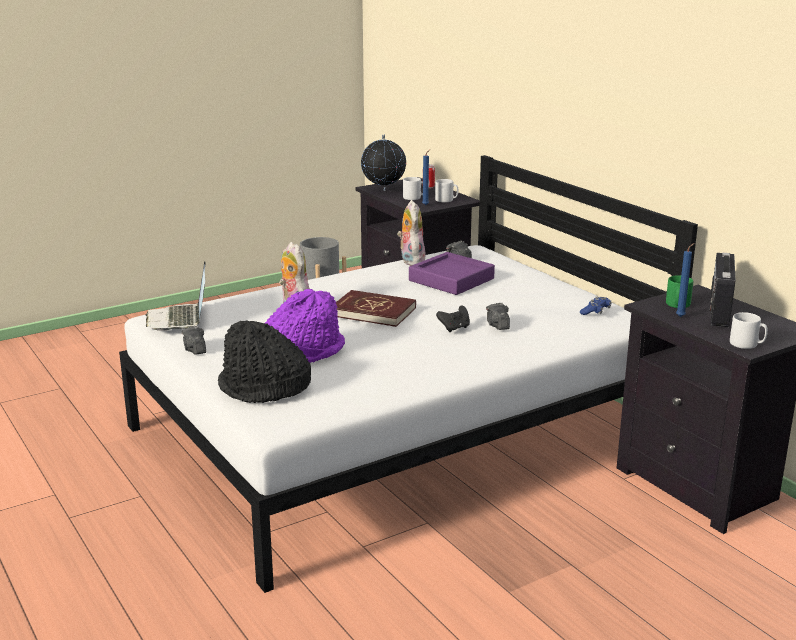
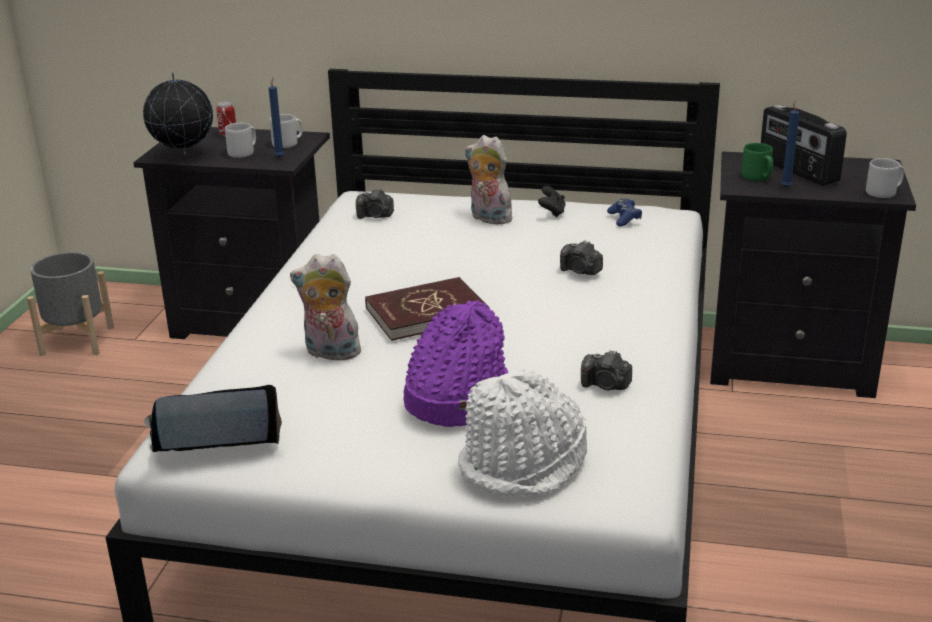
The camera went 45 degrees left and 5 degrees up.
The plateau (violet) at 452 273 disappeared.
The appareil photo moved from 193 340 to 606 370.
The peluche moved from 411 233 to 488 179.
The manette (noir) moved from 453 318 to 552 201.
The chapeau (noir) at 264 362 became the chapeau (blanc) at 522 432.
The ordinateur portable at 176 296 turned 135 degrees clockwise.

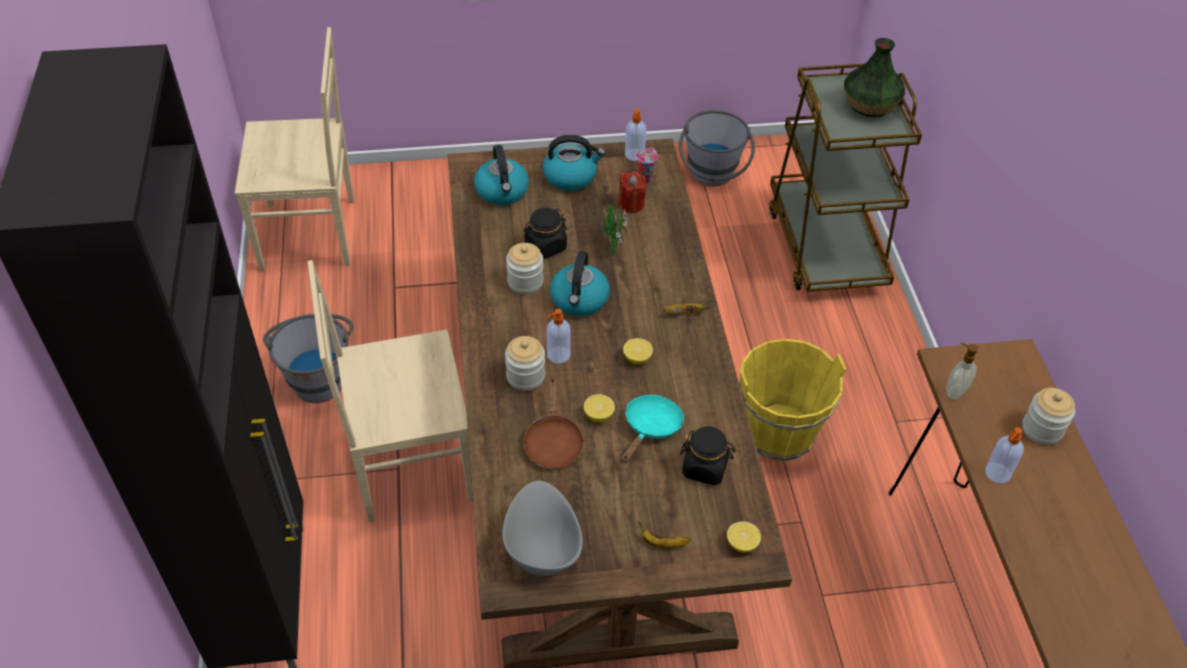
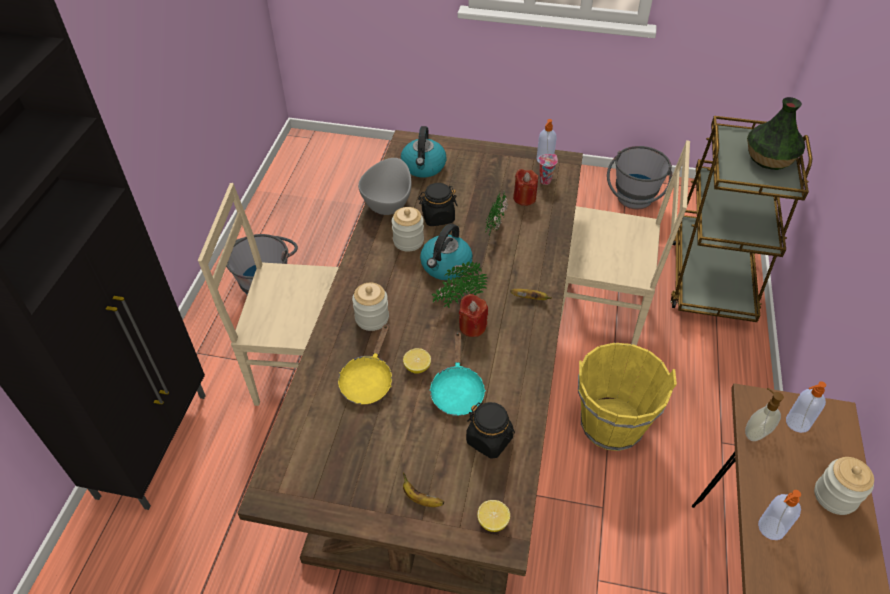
The camera went 20 degrees right and 0 degrees up.
The bouilloire at 574 163 disappeared.
The plante en pot at 460 284 appeared.
The chaise (beige) moved from 294 149 to 624 243.
The bol (gris) moved from 542 528 to 385 186.
The distributeur de savon moved from 558 336 to 806 407.
The citron at 638 351 was replaced by the bougie (rouge) at 473 315.
The poêle (marron) at 553 423 became the poêle (jaune) at 365 363.
The poêle (turquoise) at 652 429 turned 135 degrees clockwise.

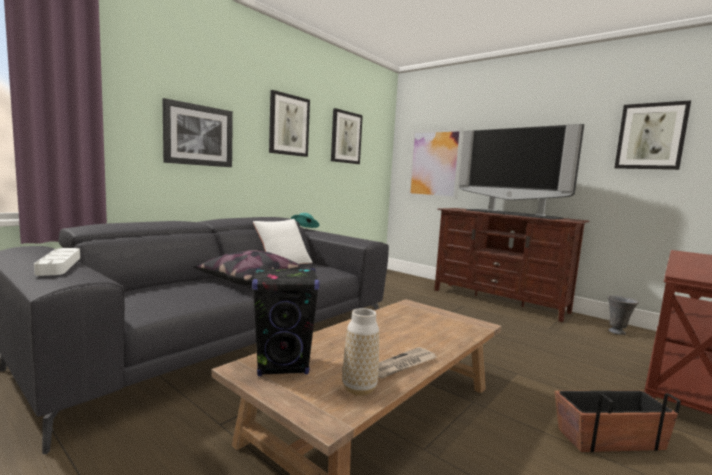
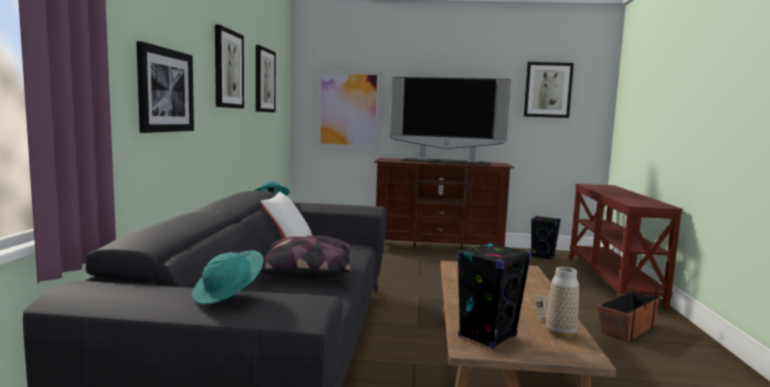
The camera went 35 degrees left and 0 degrees up.
The plateau (blanc) at 57 262 was replaced by the chapeau (turquoise) at 228 277.
The vase (gris) at 623 315 was replaced by the enceinte (noir) at 546 238.

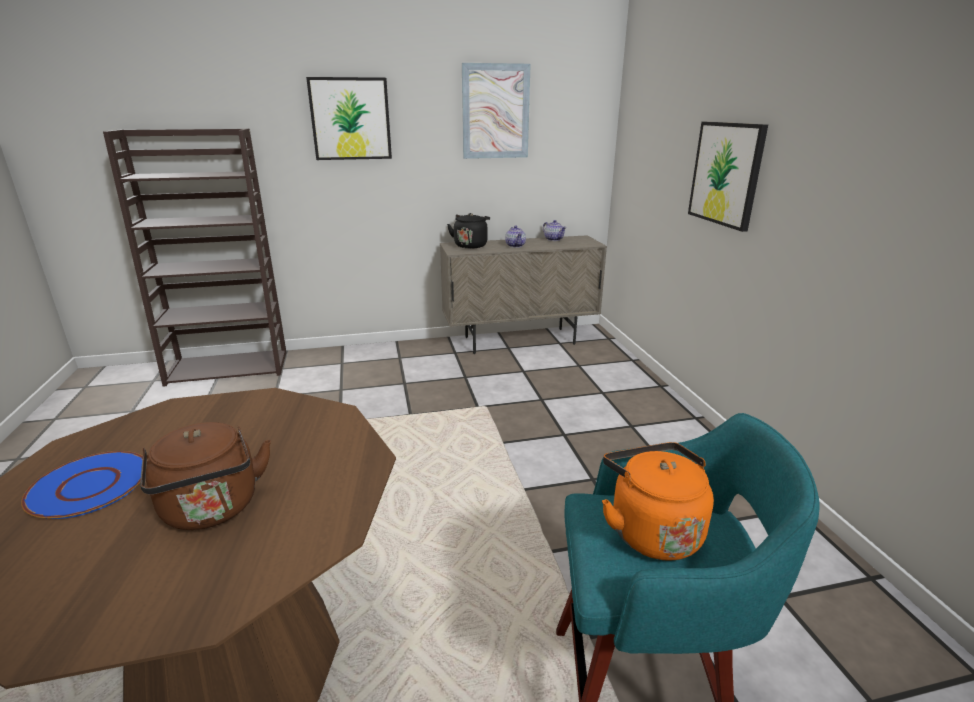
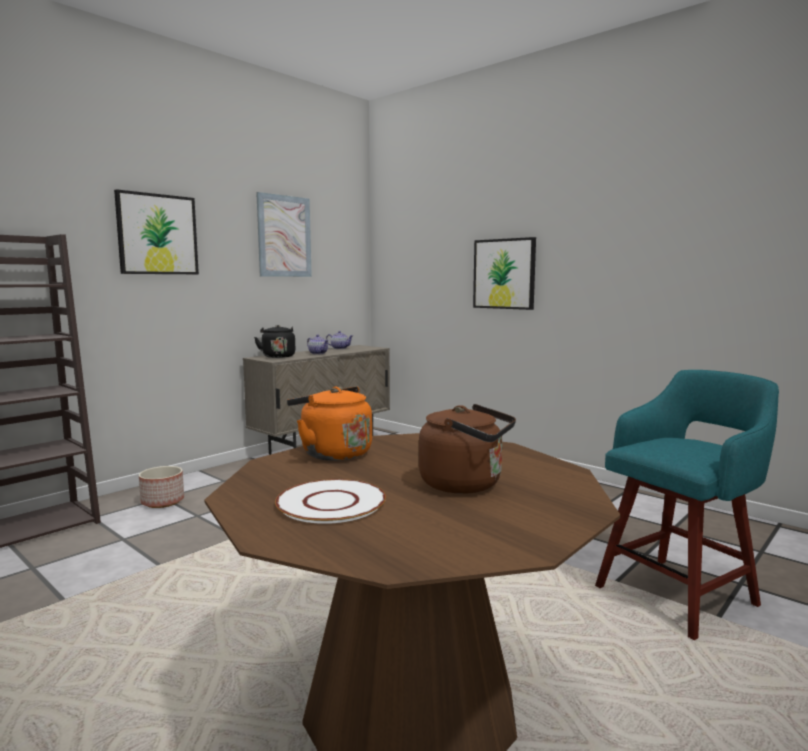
The camera went 35 degrees left and 15 degrees down.
The cache-pot at 161 487 appeared.
The bouilloire (orange) moved from 658 501 to 329 424.
The assiette (bleu) at 82 485 became the assiette (blanc) at 330 501.

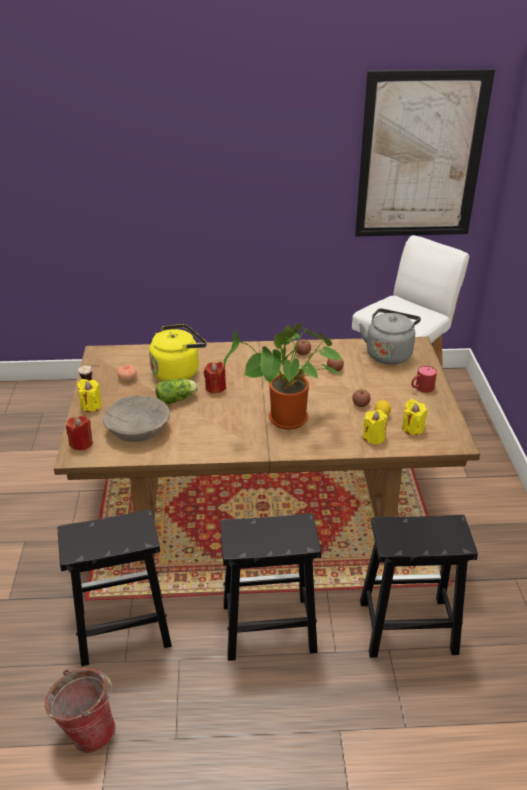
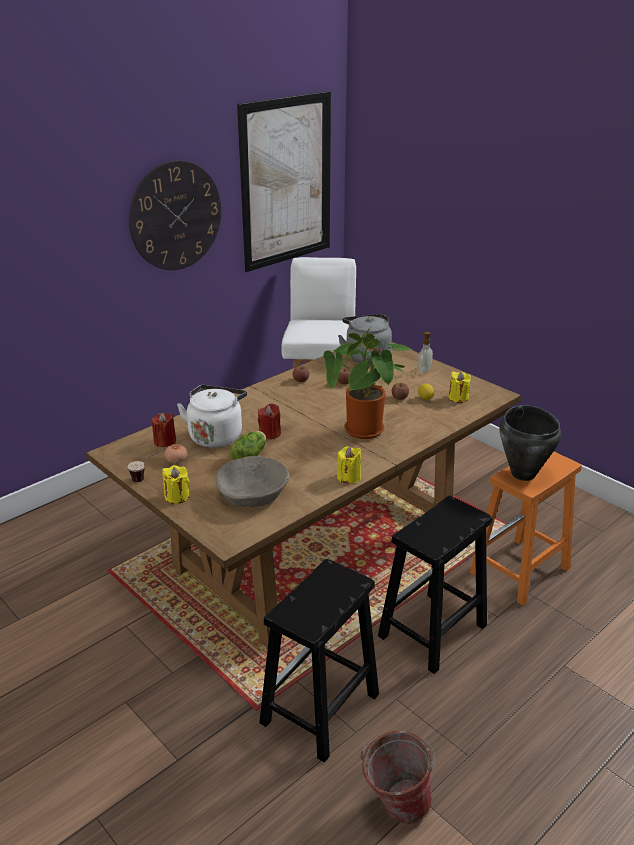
The camera went 40 degrees left and 5 degrees down.
The horloge murale at 175 215 appeared.
The marmite (noir) at 530 443 appeared.
The bougie (rouge) moved from 79 432 to 164 430.
The bougie (jaune) moved from 374 427 to 349 464.
The mug (rouge) at 424 379 was replaced by the distributeur de savon at 425 352.
The bouilloire (jaune) at 178 352 became the bouilloire (blanc) at 212 416.
The tabouret (noir) at 419 586 became the tabouret (orange) at 526 529.

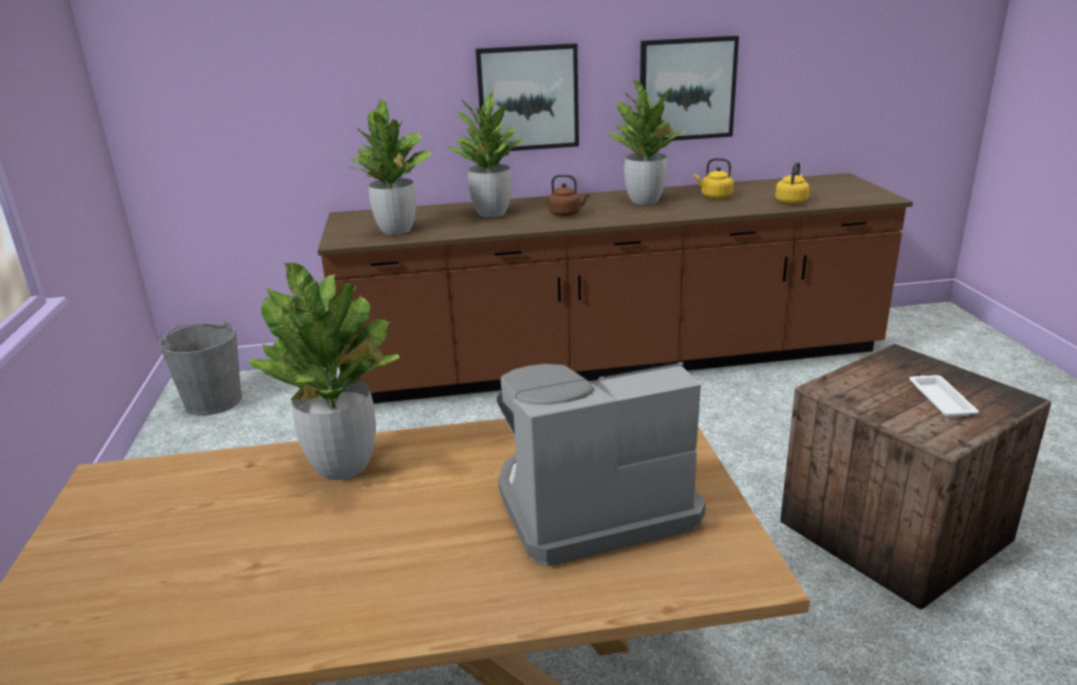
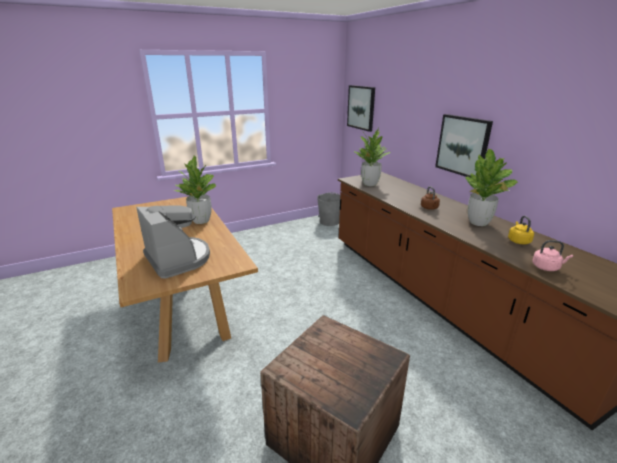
The camera went 70 degrees right and 0 degrees up.
The plante en pot at 485 153 disappeared.
The plateau (blanc) at 944 396 disappeared.
The tableau moved from 689 88 to 361 108.
The bouilloire (jaune) at 792 183 became the bouilloire (rose) at 552 255.

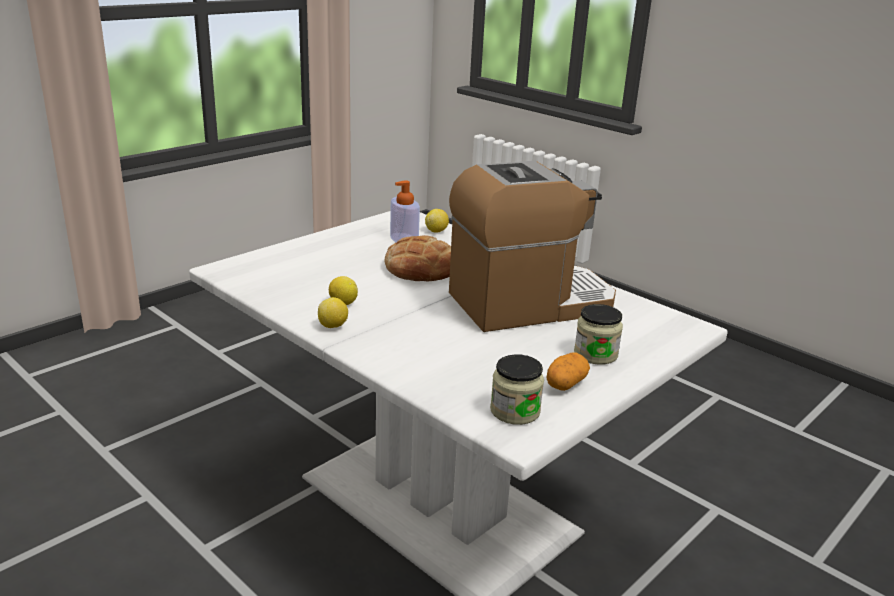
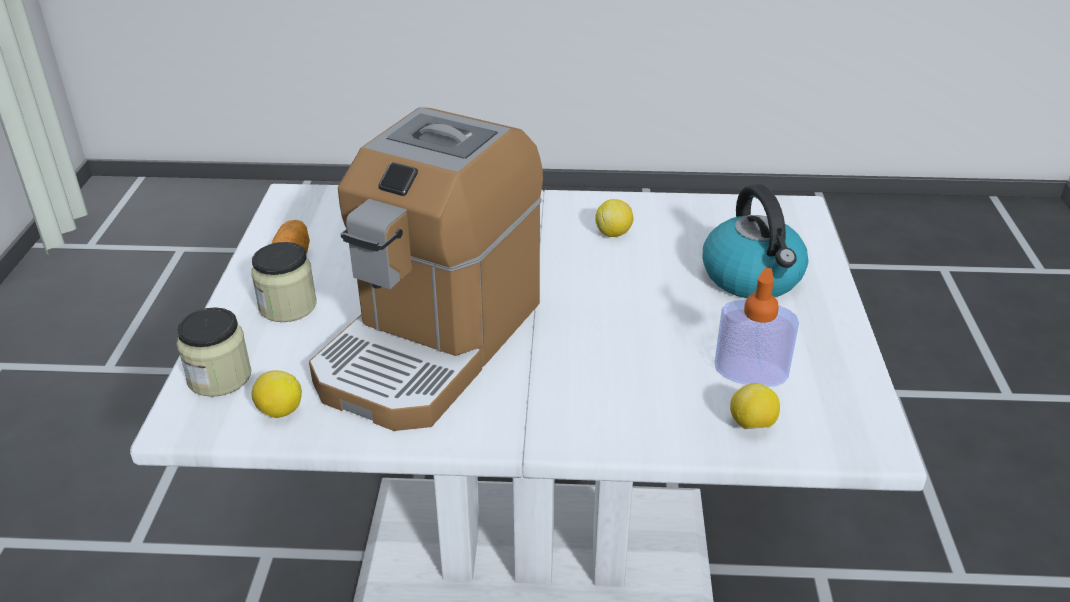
The camera went 140 degrees right and 10 degrees up.
The pain at 418 258 disappeared.
The bouilloire at 755 241 appeared.
The citron moved from 333 312 to 277 394.
The bocal moved from 517 389 to 214 352.

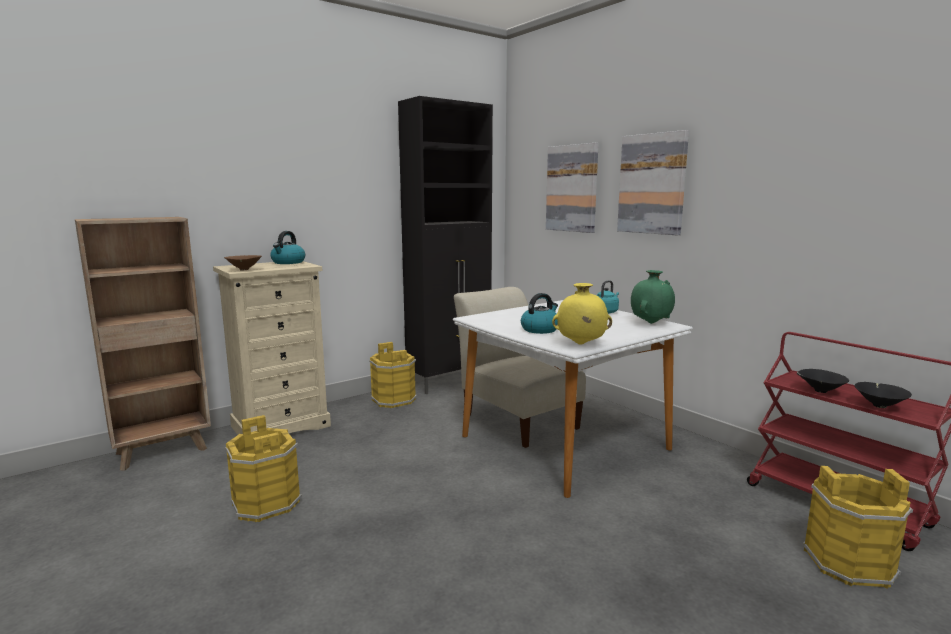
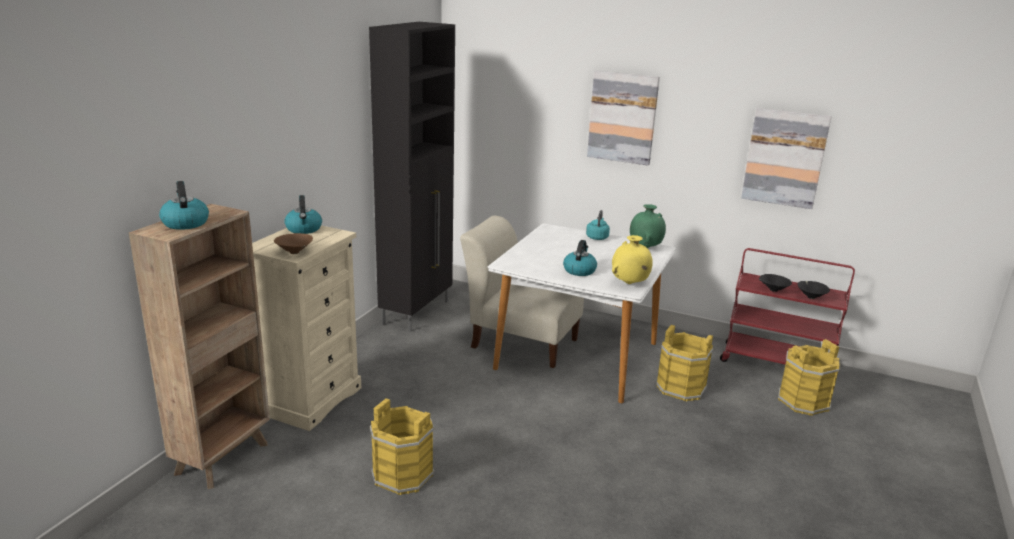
The camera went 30 degrees left and 10 degrees up.
The bouilloire at 184 205 appeared.
The seau (jaune) moved from 393 375 to 684 363.
The tableau moved from 572 188 to 786 158.

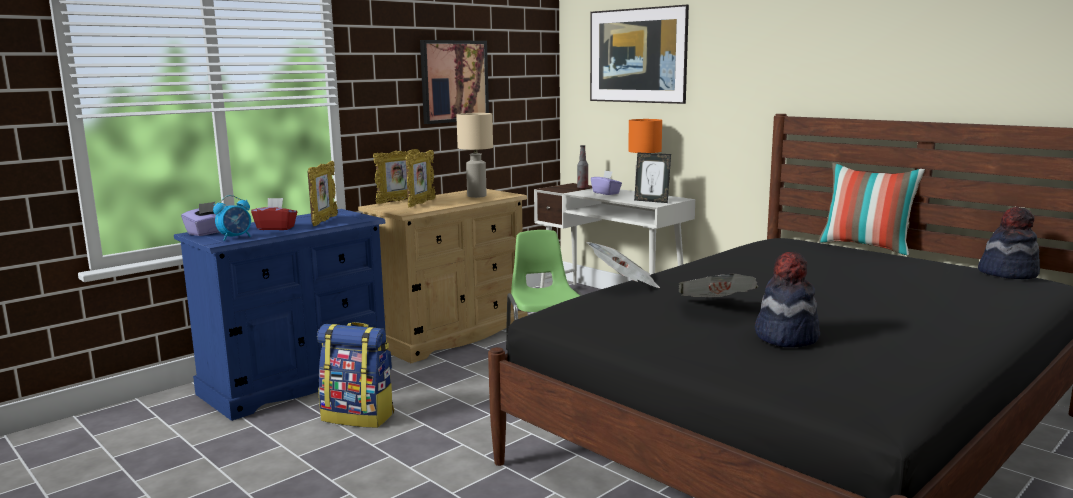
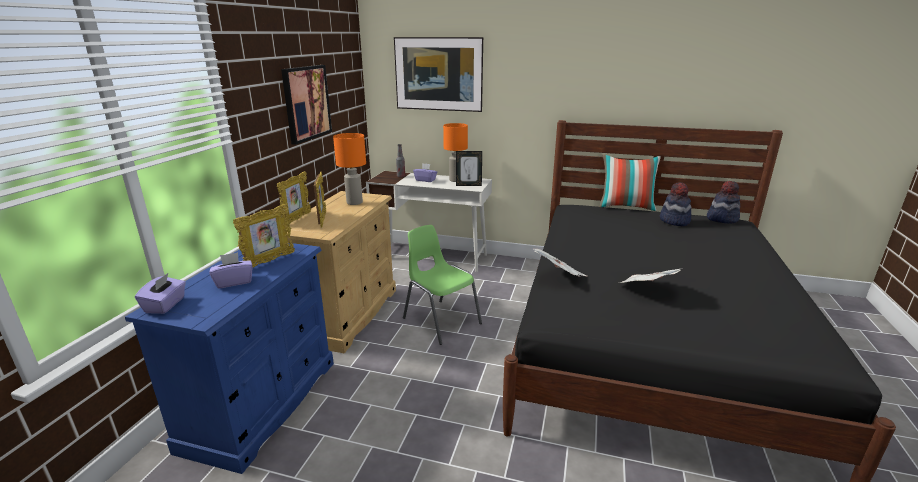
The camera went 30 degrees left and 10 degrees up.
The réveil at 232 218 disappeared.
The sac à dos at 355 375 disappeared.
The chapeau moved from 787 299 to 675 204.
The boîte à mouchoirs (rouge) at 274 214 became the boîte à mouchoirs (violet) at 231 270.
The lampe de table (beige) at 474 155 became the lampe de table (orange) at 349 169.
The cadre photo at 322 193 turned 60 degrees clockwise.

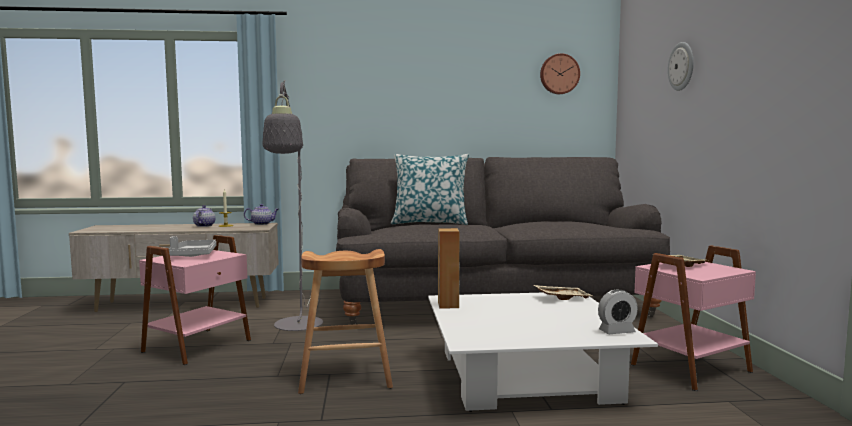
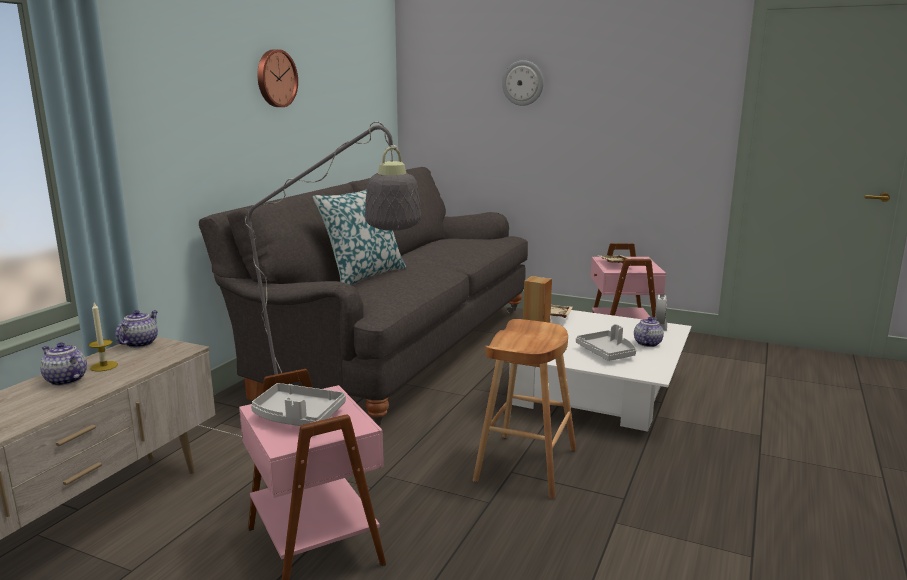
The camera went 60 degrees left and 10 degrees up.
The plateau (gris) at 606 342 appeared.
The théière at 649 332 appeared.
The horloge murale moved from 560 73 to 277 78.

